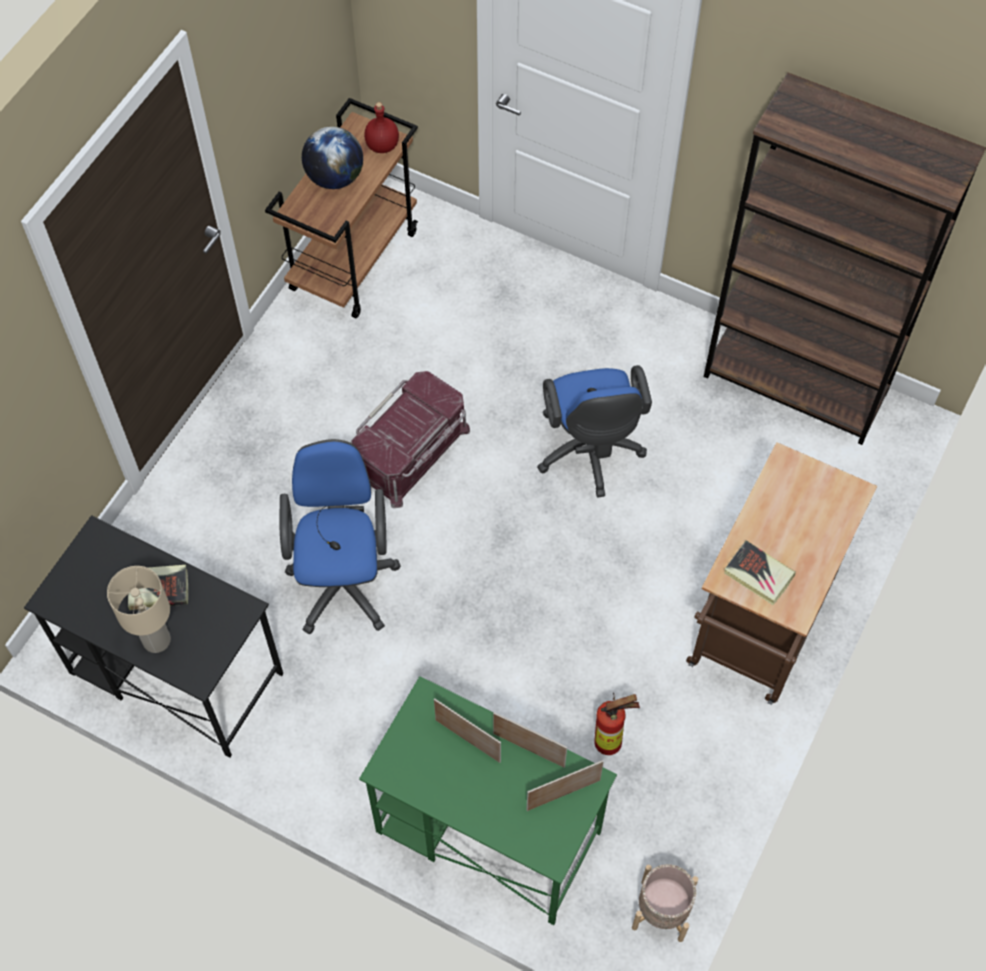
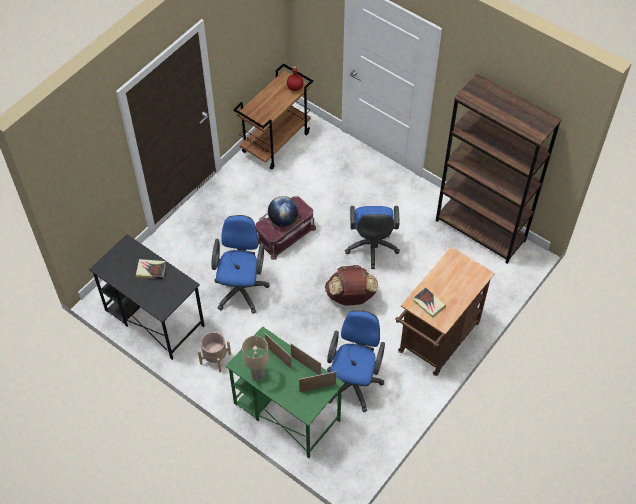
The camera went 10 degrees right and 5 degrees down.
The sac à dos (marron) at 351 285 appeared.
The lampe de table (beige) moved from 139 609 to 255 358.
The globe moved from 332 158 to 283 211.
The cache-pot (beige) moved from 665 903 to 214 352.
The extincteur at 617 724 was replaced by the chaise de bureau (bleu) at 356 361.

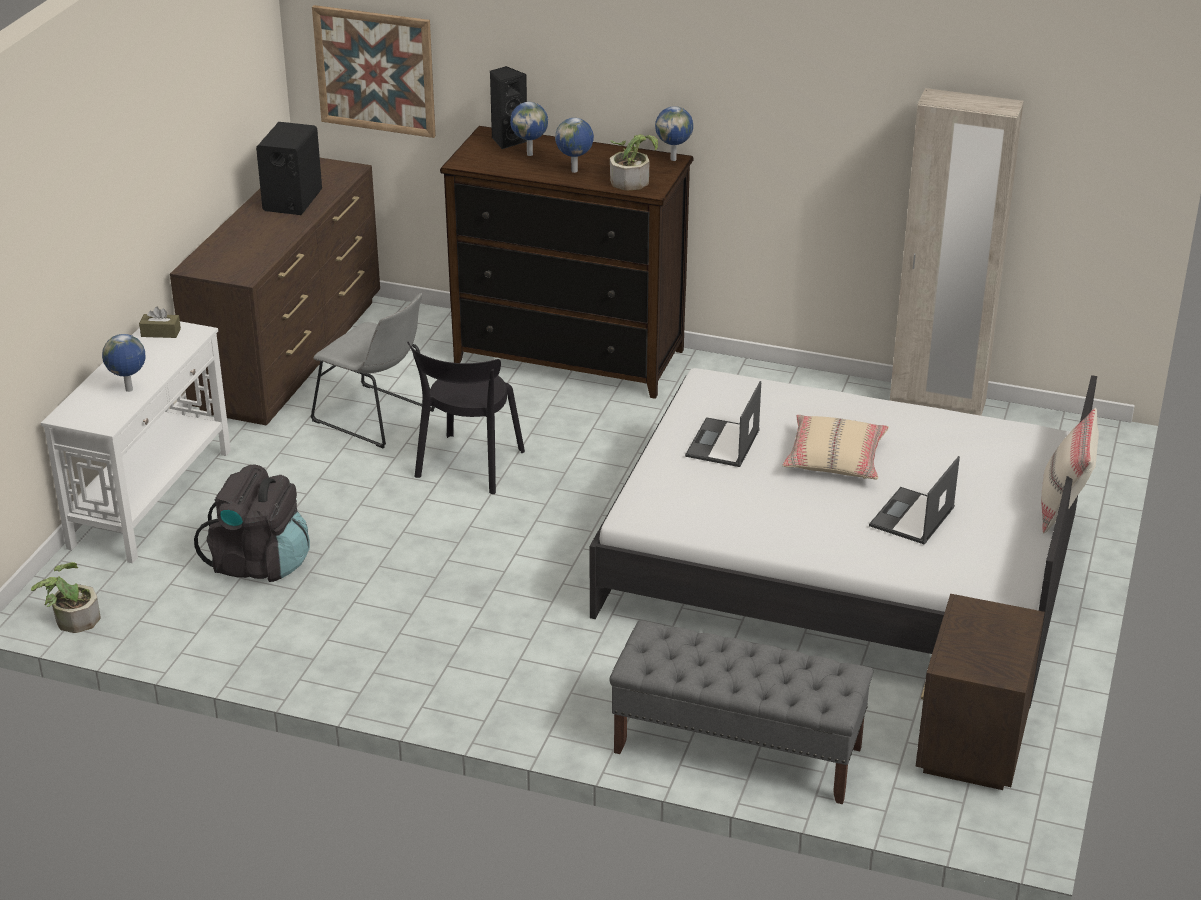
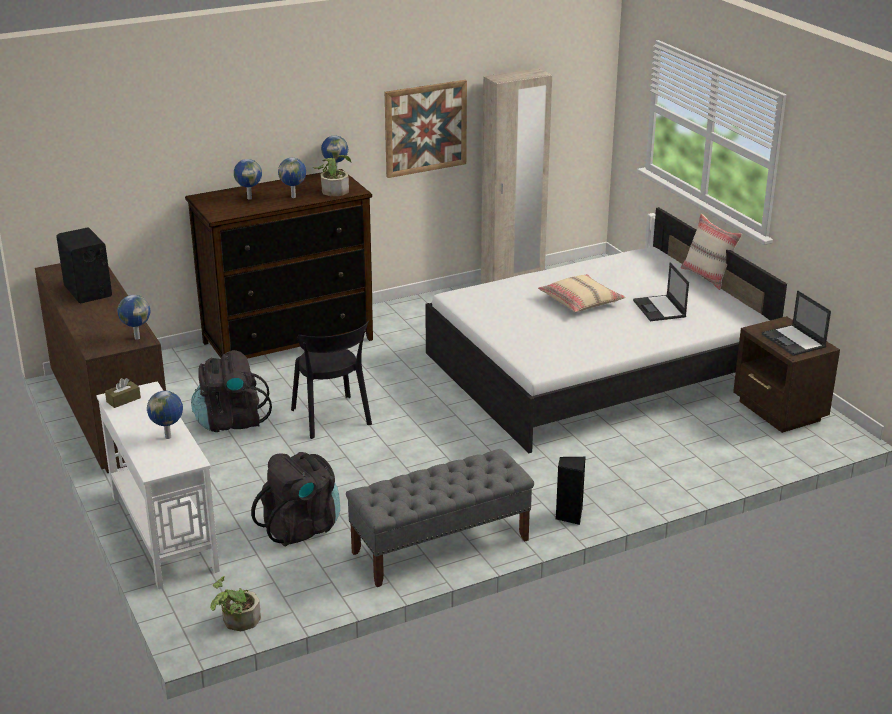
The camera went 45 degrees left and 5 degrees down.
The globe at 133 317 appeared.
The tableau moved from 374 71 to 426 129.
The enceinte (noir) moved from 508 108 to 570 490.
The banc (gris) moved from 741 712 to 440 518.
The ordinateur portable moved from 723 424 to 796 323.
The chaise (gris) at 372 370 was replaced by the sac à dos (noir) at 231 391.

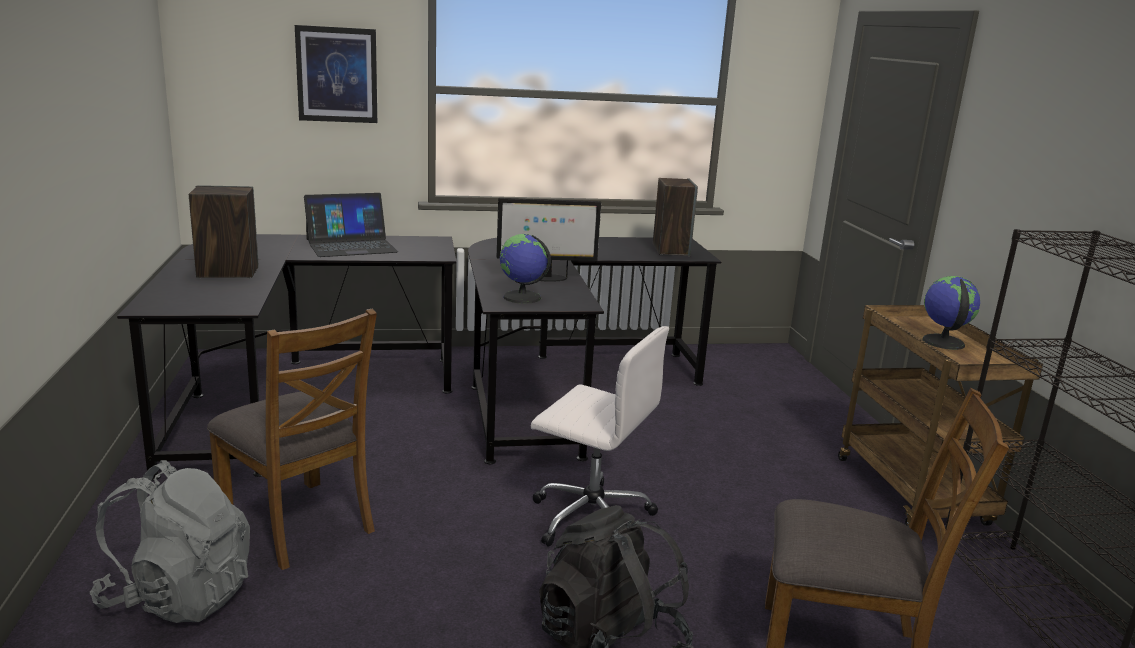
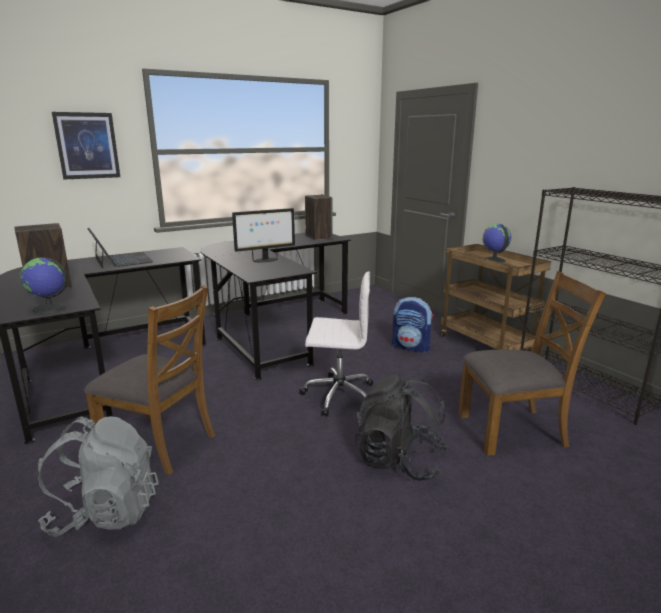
The camera went 20 degrees left and 0 degrees up.
The sac à dos at 413 325 appeared.
The globe moved from 525 269 to 44 285.
The ordinateur portable at 351 225 turned 75 degrees counterclockwise.

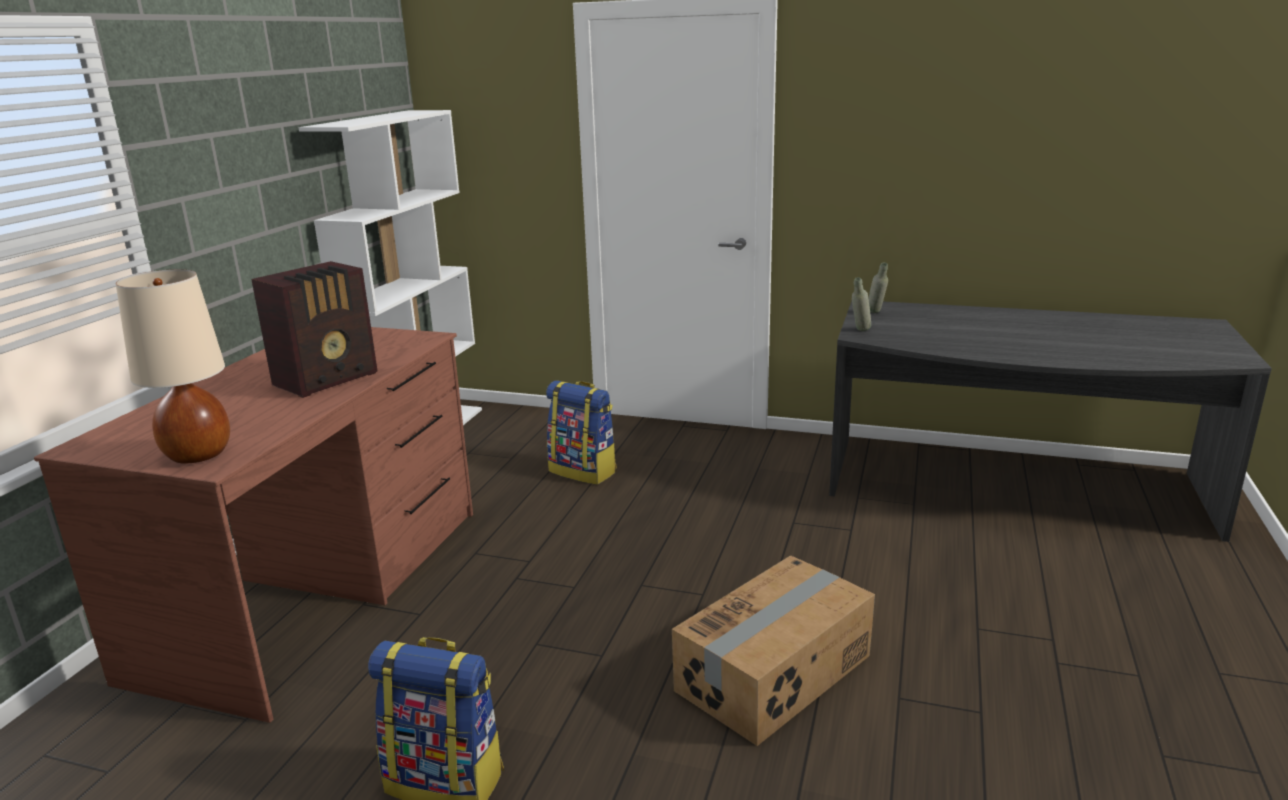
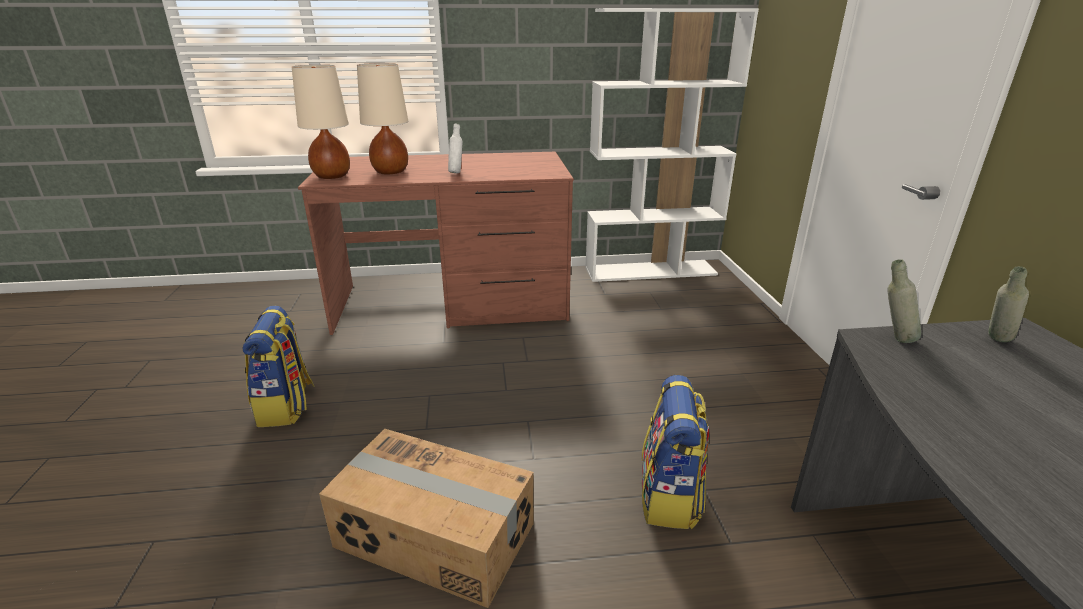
The camera went 65 degrees right and 5 degrees up.
The lampe de table (beige) at 382 119 appeared.
The sac à dos moved from 581 432 to 675 452.
The radio at 314 329 was replaced by the bouteille (blanc) at 455 148.

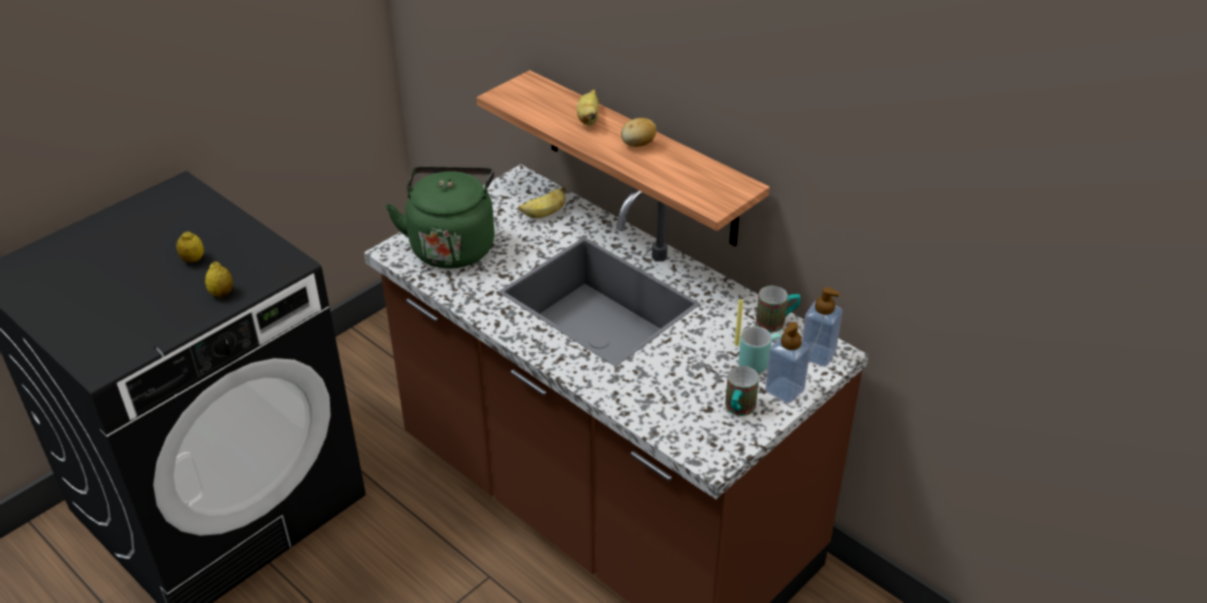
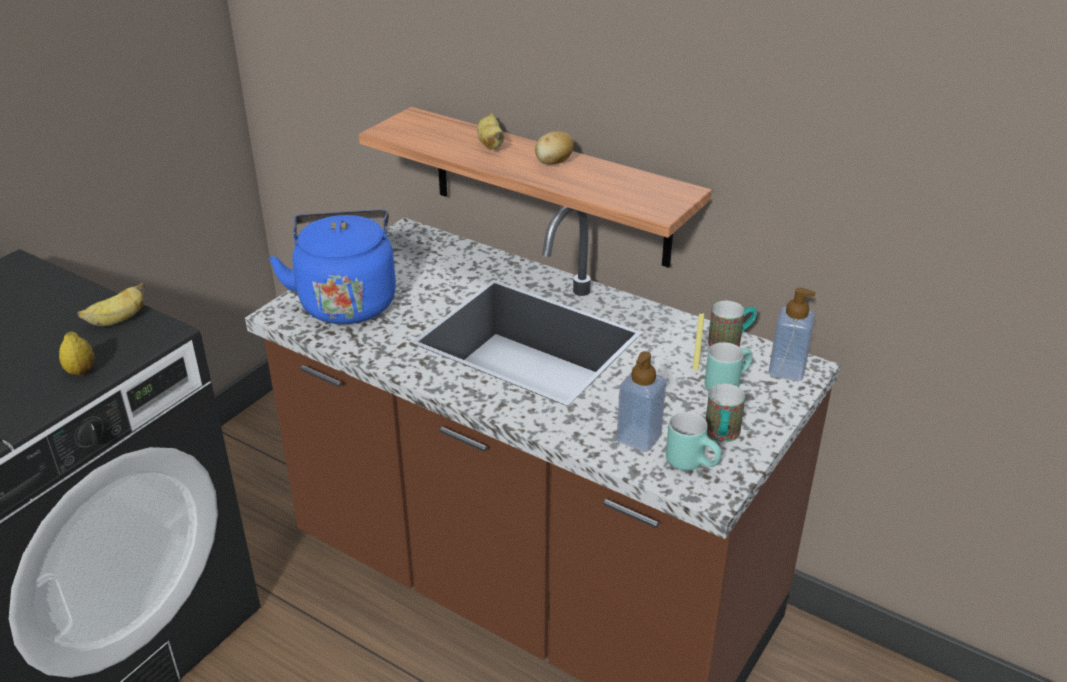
The camera went 10 degrees left and 5 degrees down.
The citron at 190 247 disappeared.
The mug (turquoise) at 694 441 appeared.
The banane moved from 542 202 to 111 304.
The distributeur de savon moved from 788 363 to 641 401.
The bouilloire (vert) at 440 217 became the bouilloire (bleu) at 332 267.

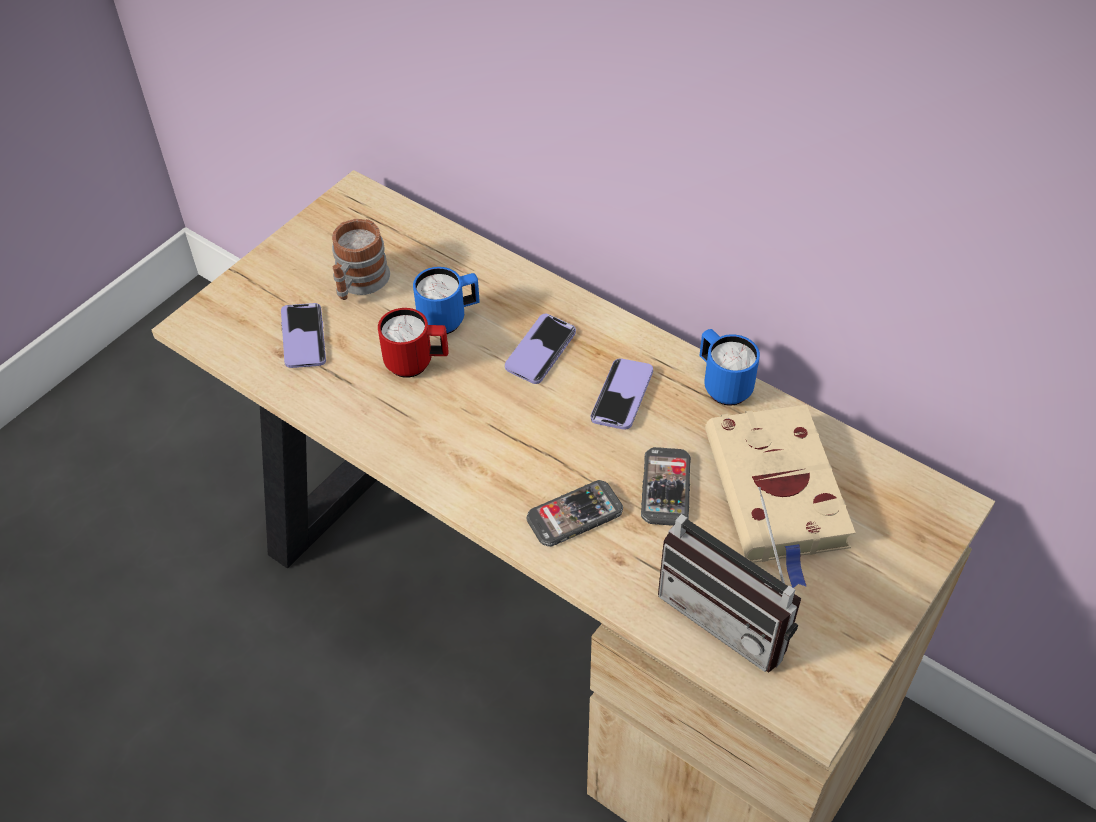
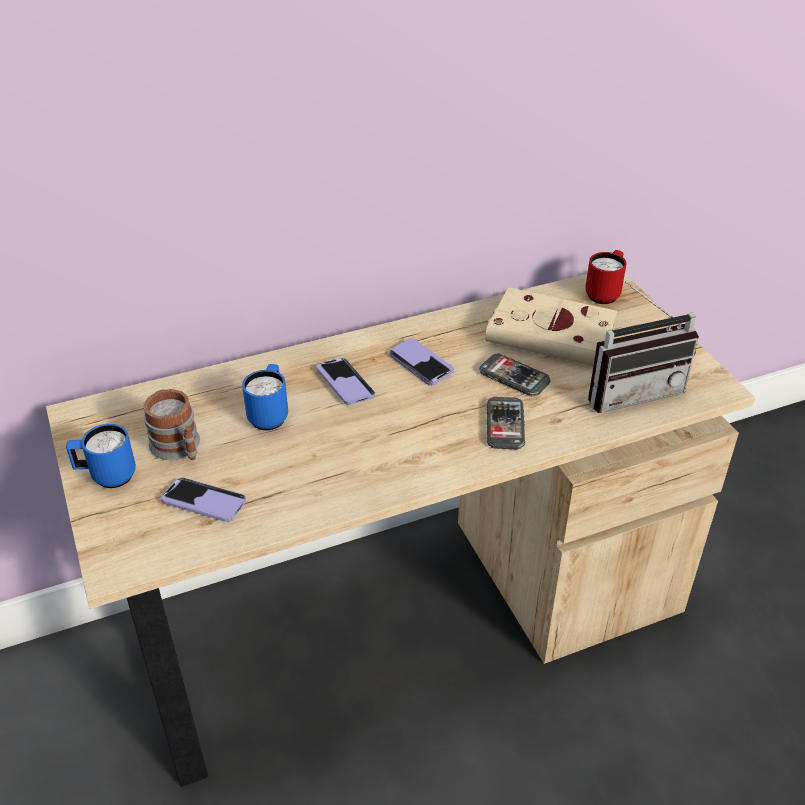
The camera went 60 degrees left and 10 degrees down.
The mug (rouge) moved from 413 343 to 606 277.
The mug (bleu) moved from 729 367 to 101 456.

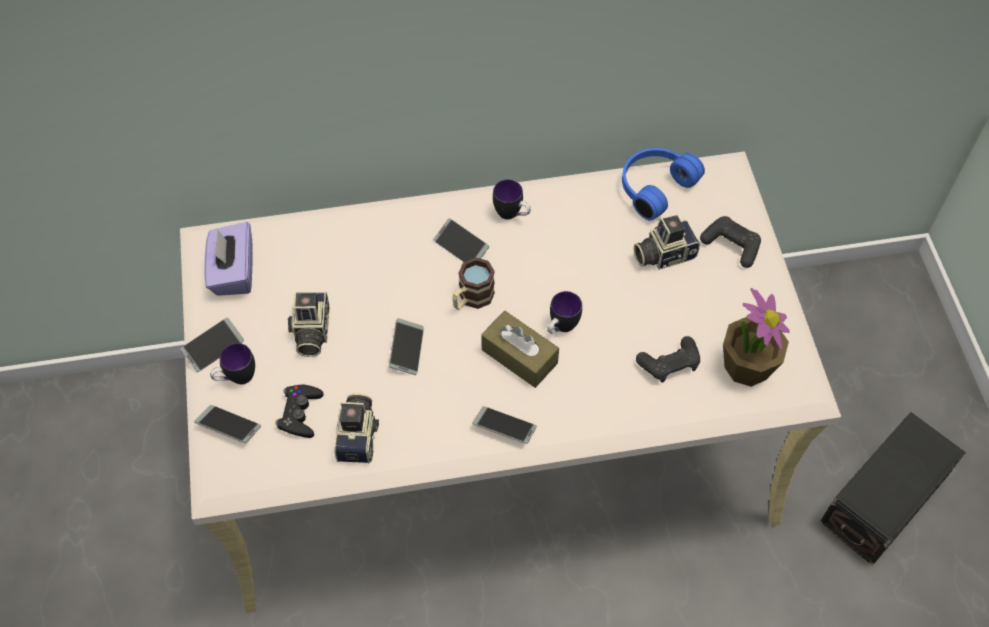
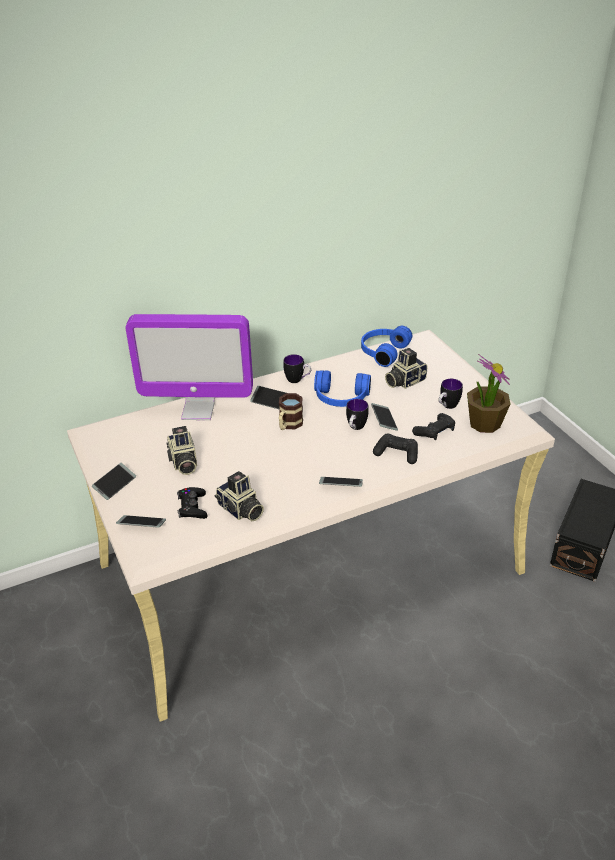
The camera went 15 degrees left and 20 degrees down.
The boîte à mouchoirs (violet) at 228 259 disappeared.
The boîte à mouchoirs (marron) at 520 349 disappeared.
The écran d'ordinateur at 189 367 appeared.
The casque audio (bleu) at 342 388 appeared.
The mug moved from 232 363 to 450 394.
The téléphone moved from 406 346 to 384 417.
The manette (noir) moved from 730 242 to 395 449.
The appareil photo at 356 429 turned 150 degrees clockwise.

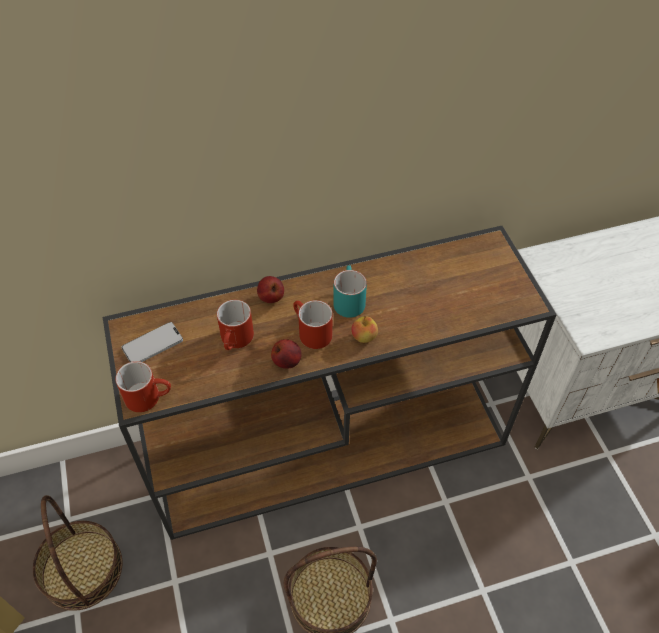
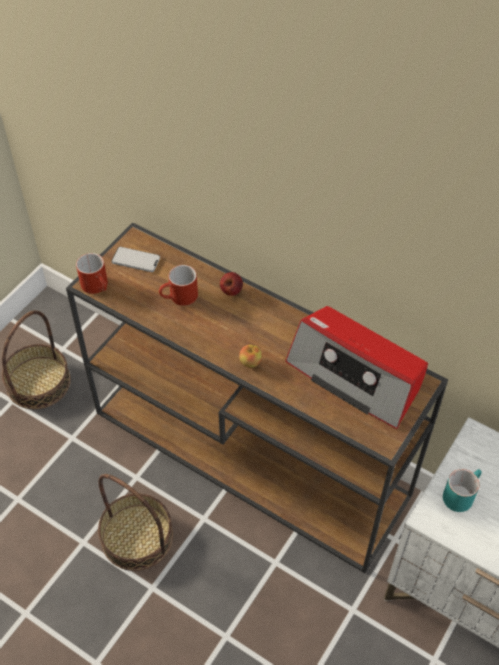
The camera went 50 degrees right and 0 degrees up.
The pomme at 286 354 disappeared.
The mug (rouge) at 313 324 disappeared.
The radio at 356 367 appeared.
The mug (turquoise) moved from 350 291 to 462 490.

